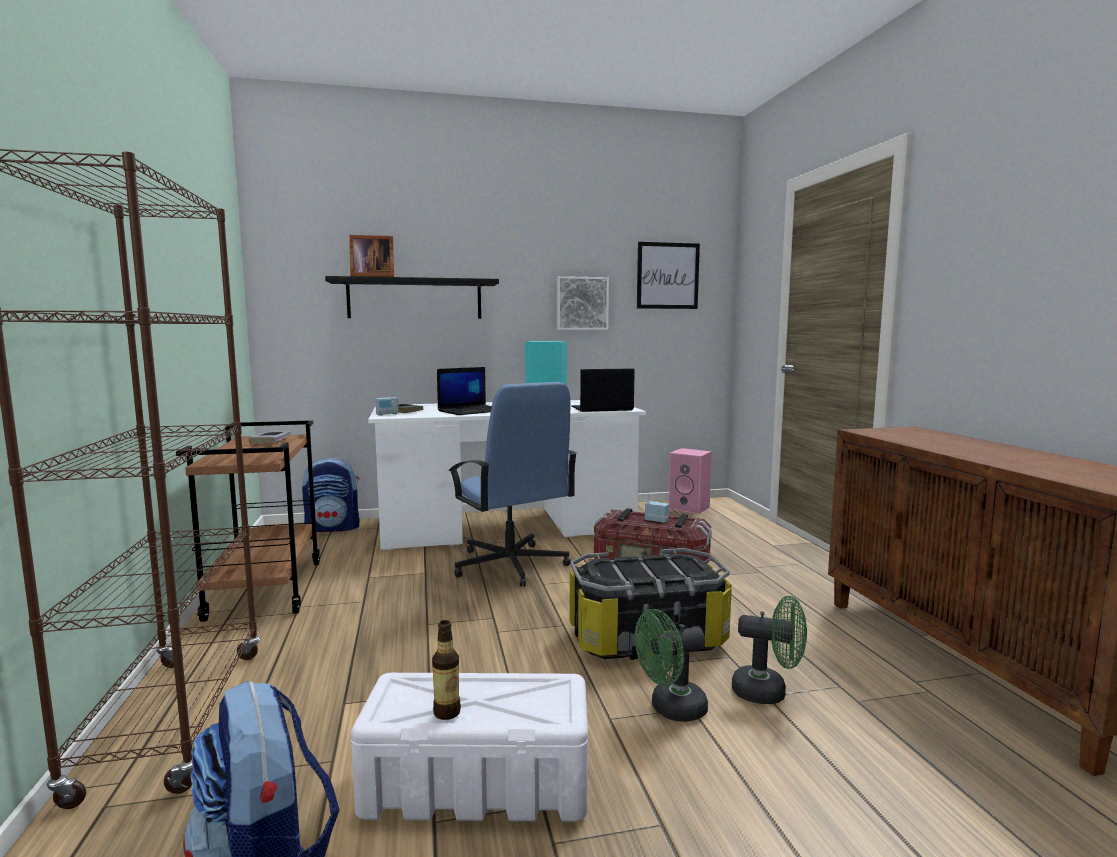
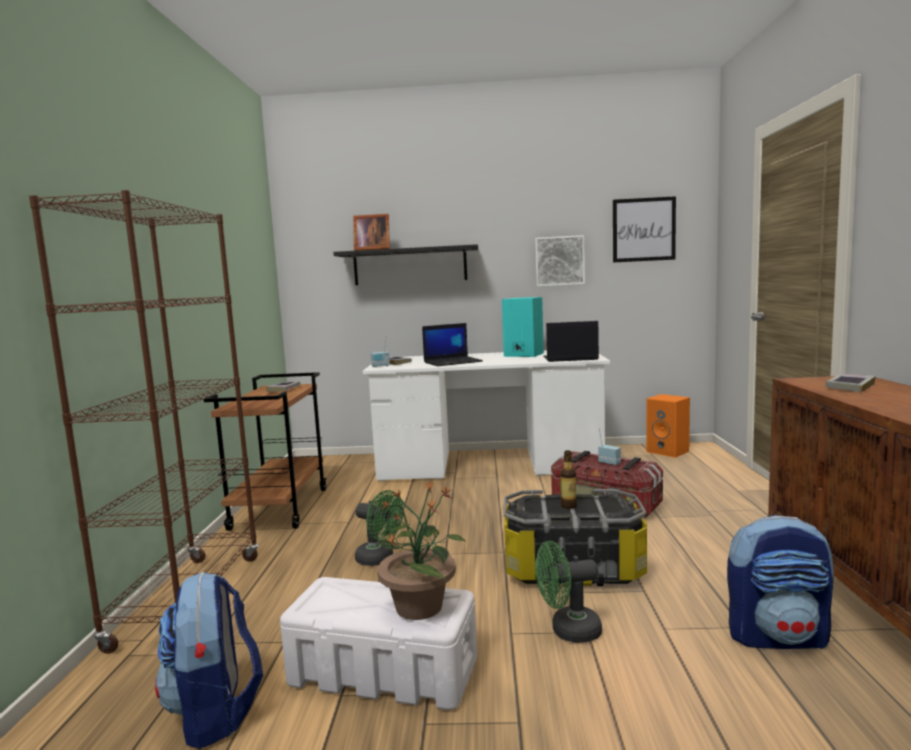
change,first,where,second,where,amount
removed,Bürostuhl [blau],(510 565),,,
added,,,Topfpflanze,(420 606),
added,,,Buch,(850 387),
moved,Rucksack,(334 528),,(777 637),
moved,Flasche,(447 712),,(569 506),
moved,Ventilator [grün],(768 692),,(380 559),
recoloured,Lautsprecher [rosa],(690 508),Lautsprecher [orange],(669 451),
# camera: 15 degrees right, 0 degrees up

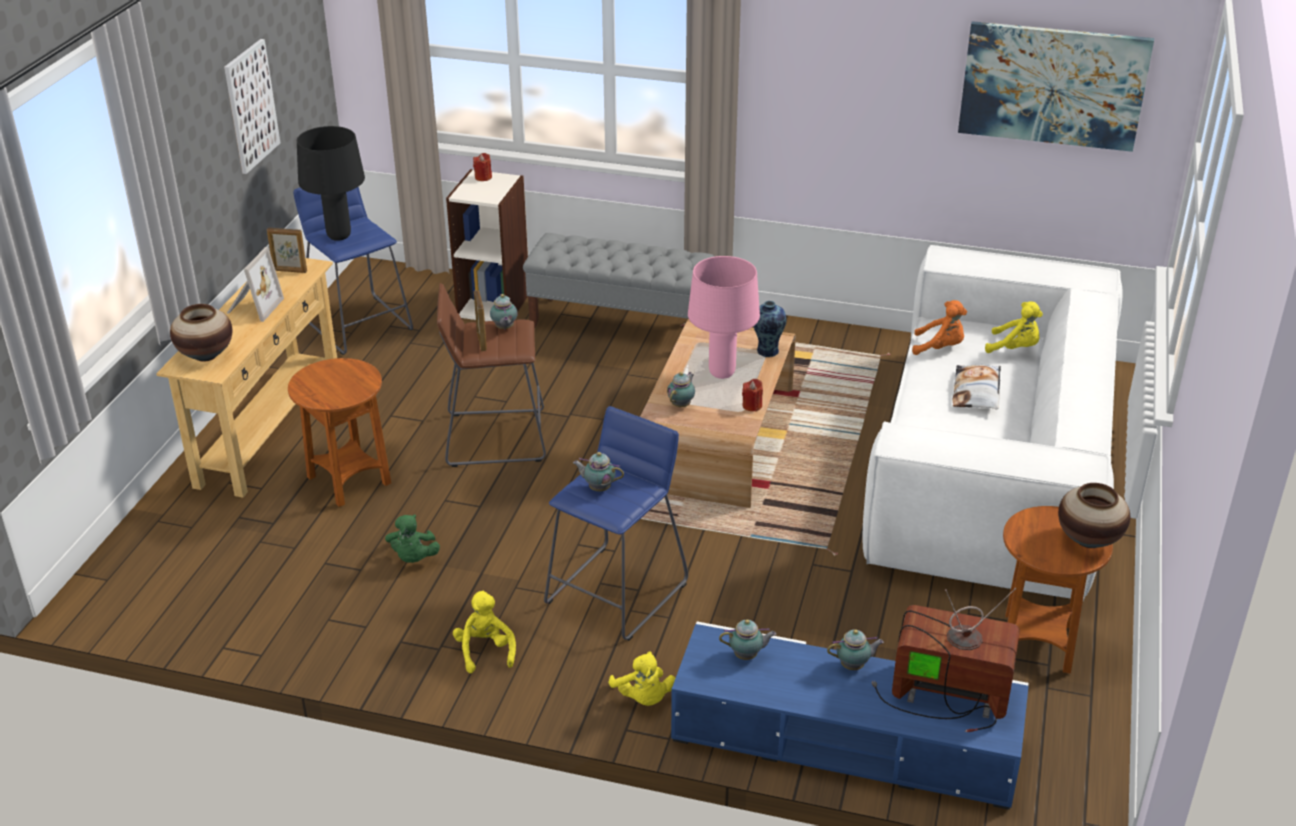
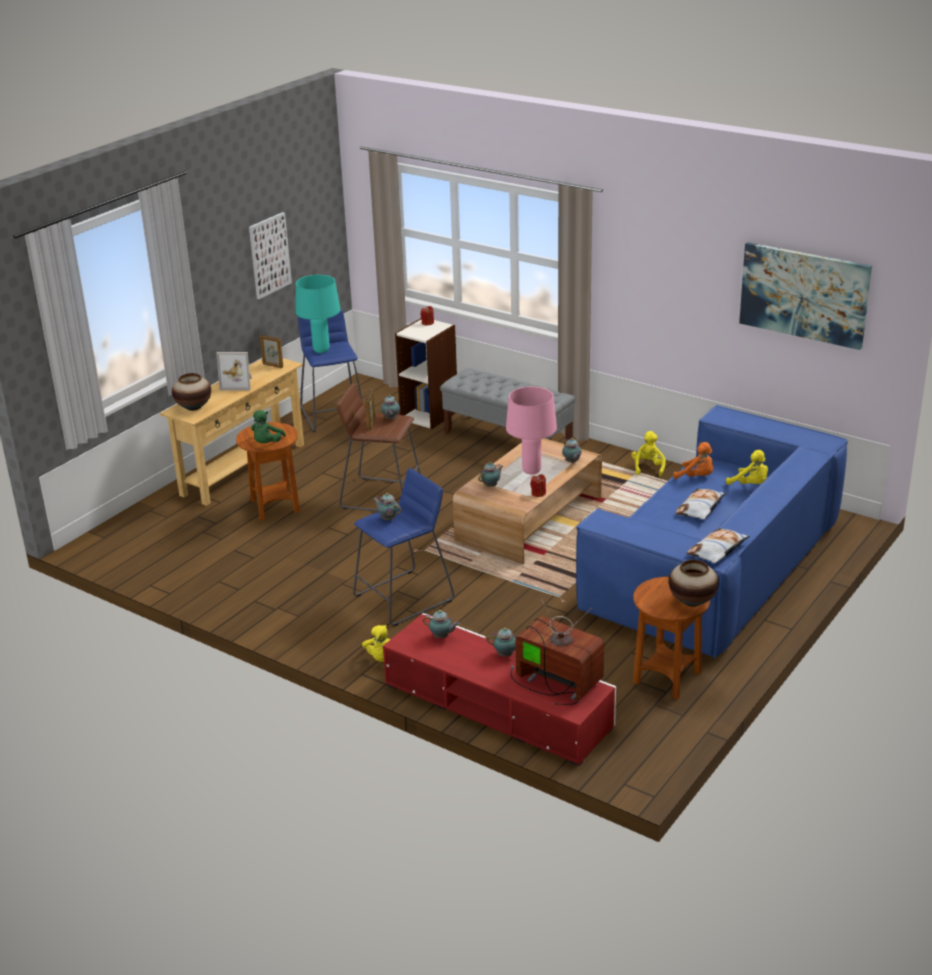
change,first,where,second,where,amount
added,,,Kissen,(718 550),
moved,Plüschtier [grün],(413 558),,(267 443),
moved,Plüschtier [gelb],(485 651),,(648 468),
replaced,Vase,(767 351),Teekanne,(572 462),
recoloured,Tischlampe [schwarz],(339 236),Tischlampe [türkis],(321 350),
recoloured,Fernsehschrank [blau],(845 738),Fernsehschrank [rot],(497 706),
recoloured,Sofa [weiß],(990 466),Sofa [blau],(712 567),
turned,Bilderrahmen,(253 307),,(238 383),60 degrees clockwise
# camera: 20 degrees right, 5 degrees down

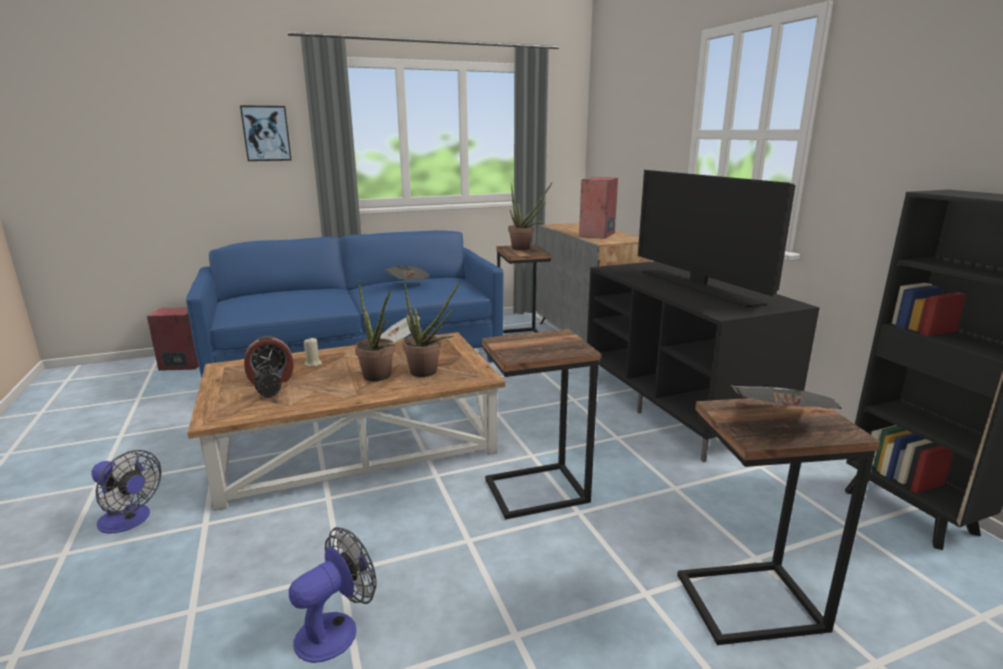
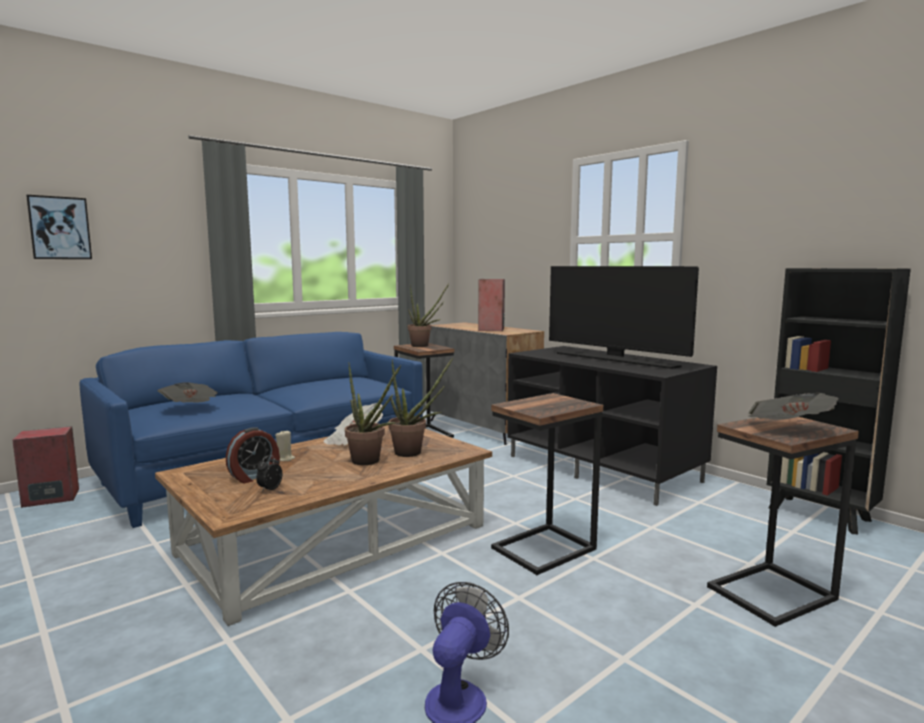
change,first,where,second,where,amount
removed,Ventilator,(129 521),,,
moved,Bild,(266 133),,(59 228),
moved,Zeitung,(409 286),,(191 408),
# camera: 20 degrees left, 10 degrees down

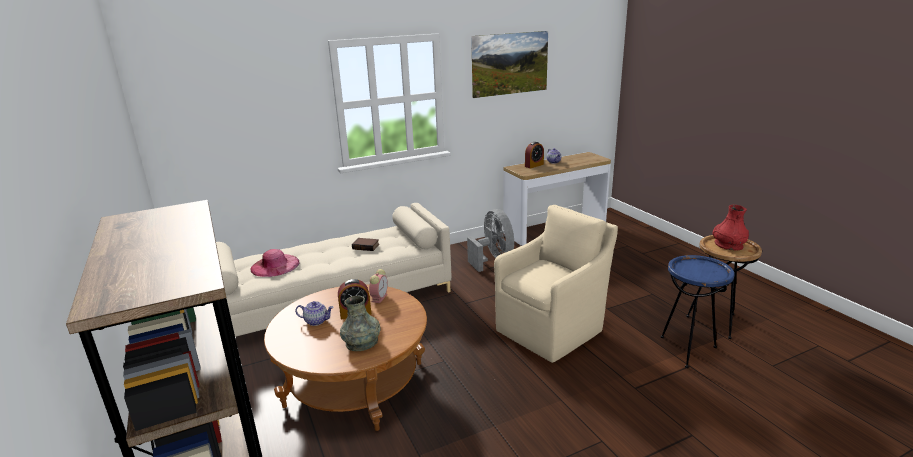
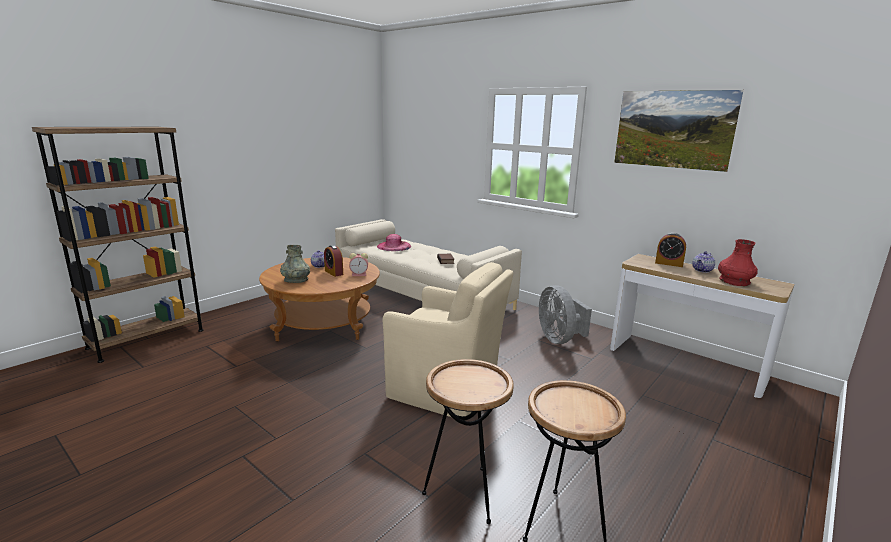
change,first,where,second,where,amount
moved,Vase [rot],(728 245),,(734 281),
recoloured,Beistelltisch [blau],(687 350),Beistelltisch [braun],(465 494),
turned,Ventilator [grau],(493 259),,(559 339),120 degrees clockwise
# camera: 65 degrees right, 5 degrees down

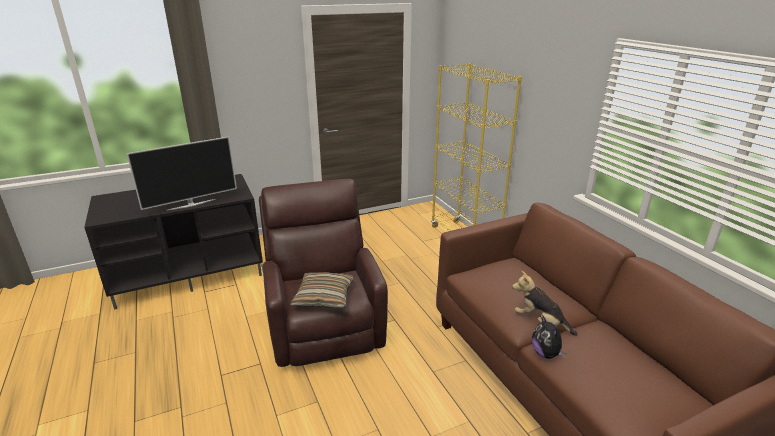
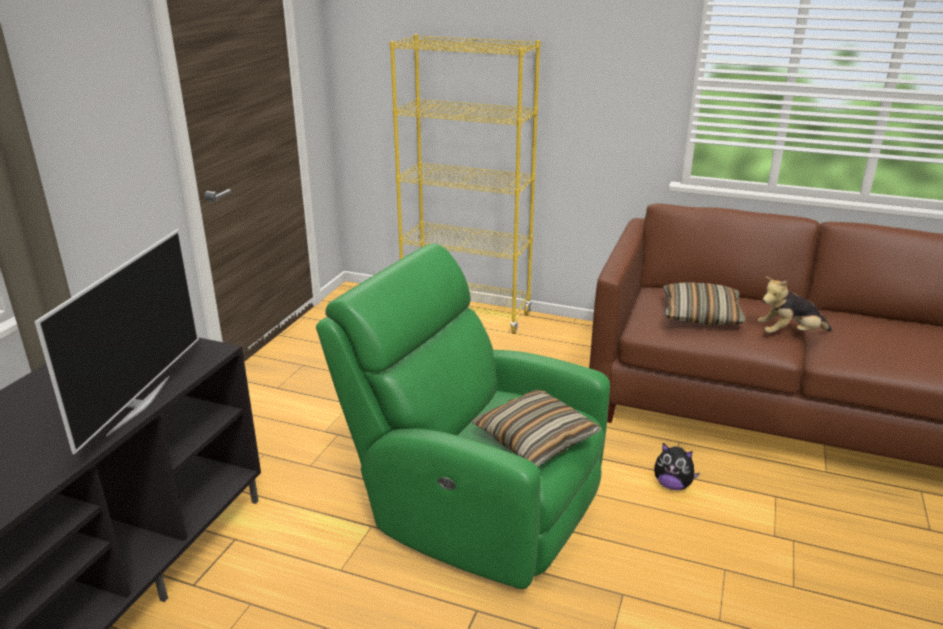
change,first,where,second,where,amount
added,,,Kissen,(700 315),
moved,Plüschtier,(546 354),,(672 485),
recoloured,Sessel [braun],(324 325),Sessel [grün],(475 505),
# camera: 45 degrees left, 0 degrees up

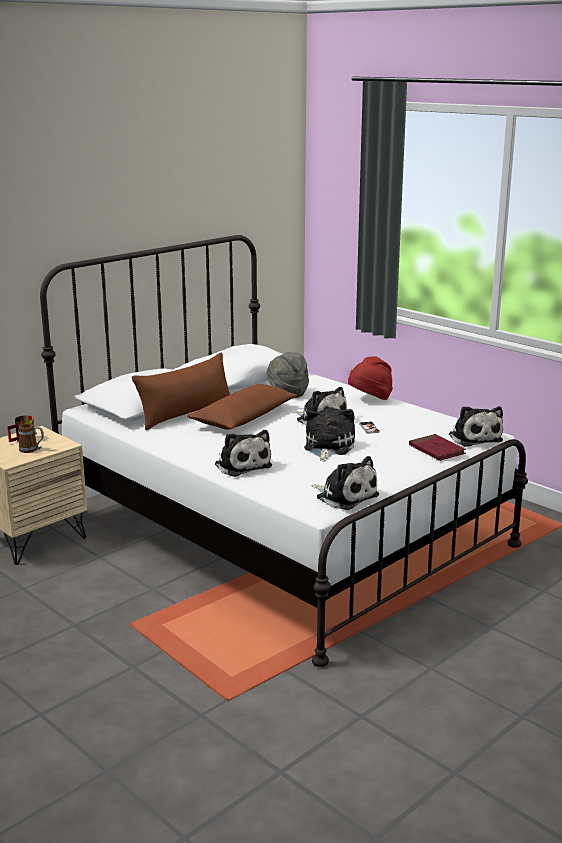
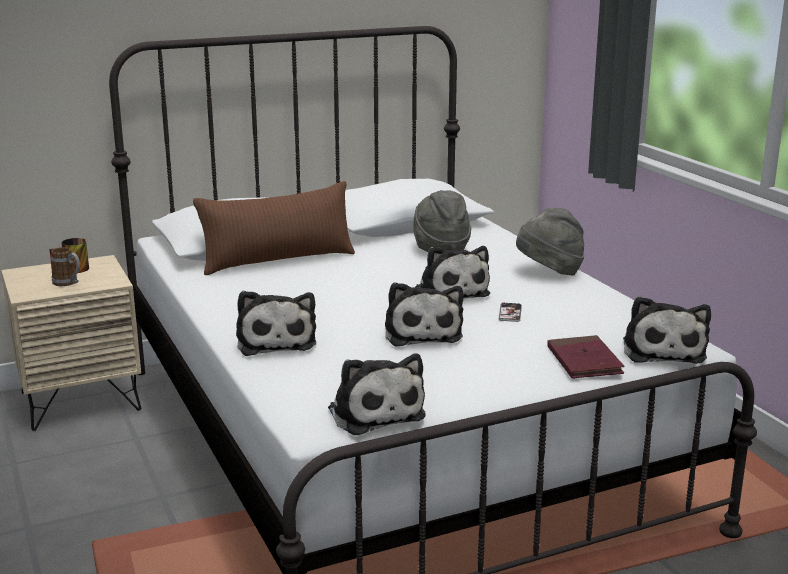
change,first,where,second,where,amount
removed,Kissen [braun],(244 418),,,
recoloured,Hut [rot],(370 399),Hut [grau],(549 272),
turned,Plüschtier,(327 447),,(422 332),135 degrees clockwise
# camera: 20 degrees right, 0 degrees up

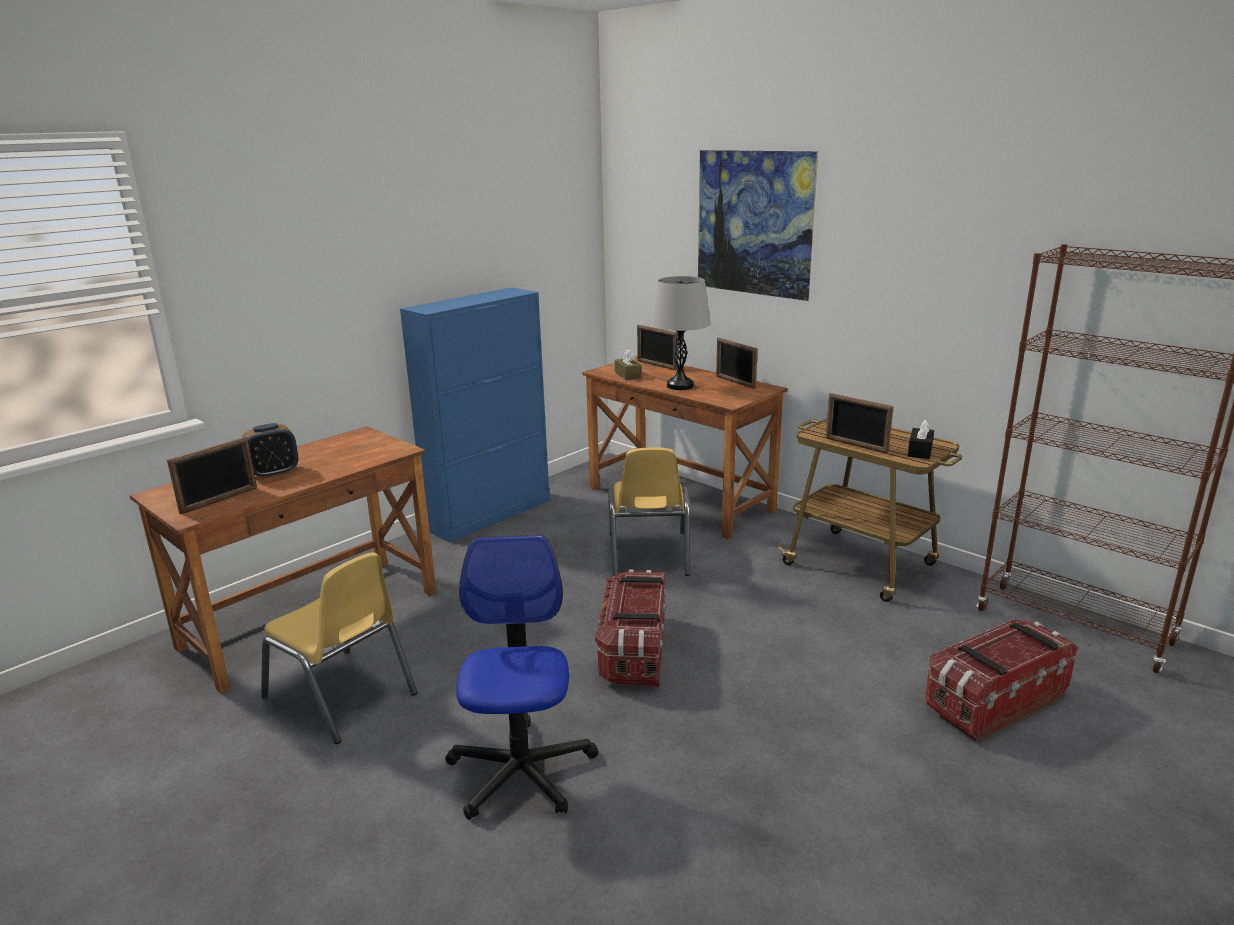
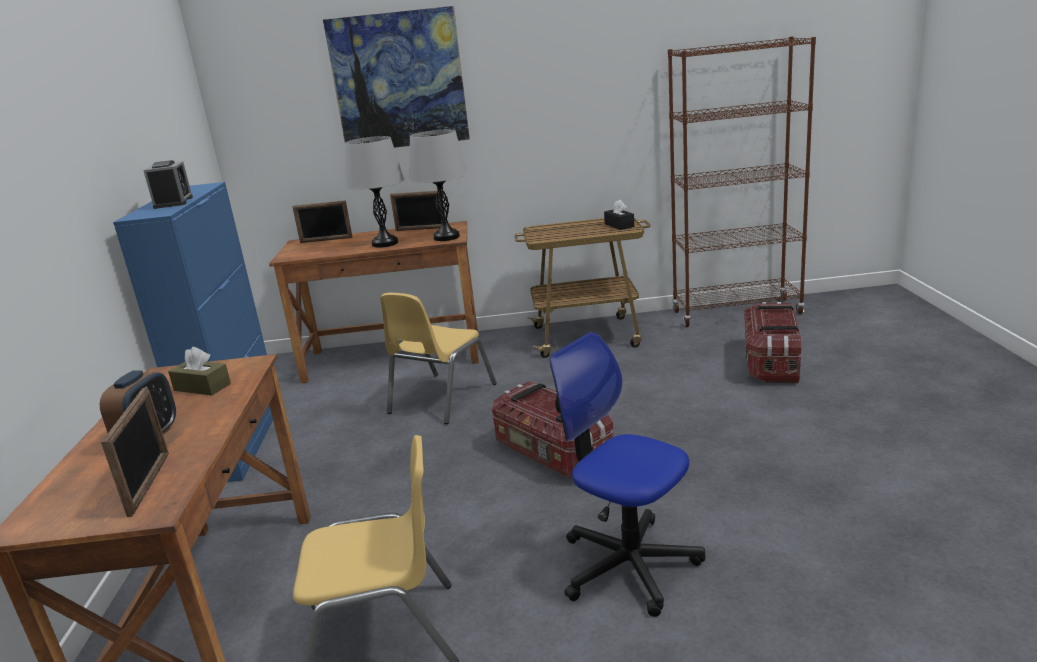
change,first,where,second,where,amount
removed,Bilderrahmen,(856 445),,,
added,,,Wecker,(173 202),
added,,,Tischlampe [grau],(446 237),
moved,Taschentuchbox [braun],(627 375),,(202 387),
turned,Stuhl [gelb],(648 554),,(441 398),75 degrees clockwise
# camera: 45 degrees left, 0 degrees up

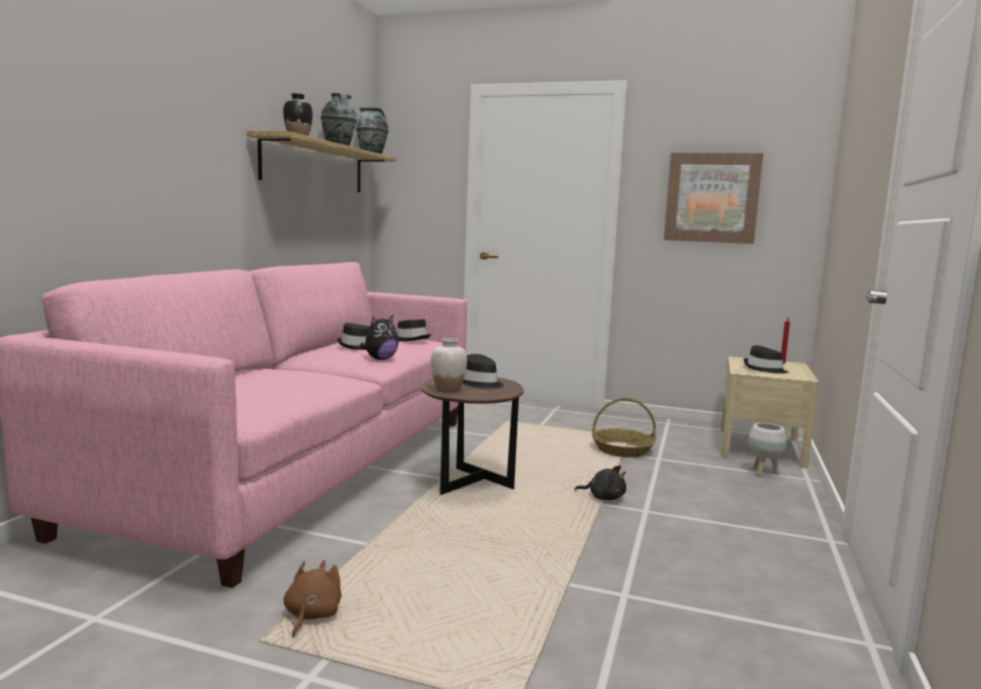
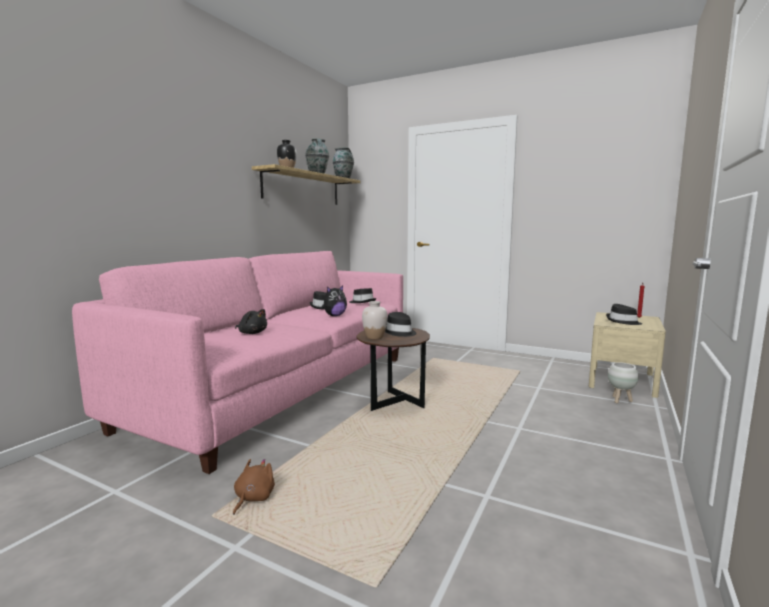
change,first,where,second,where,amount
removed,Korb,(623 450),,,
removed,Bild,(712 198),,,
moved,Plüschtier [schwarz],(604 497),,(252 333),
# camera: 10 degrees right, 0 degrees up

